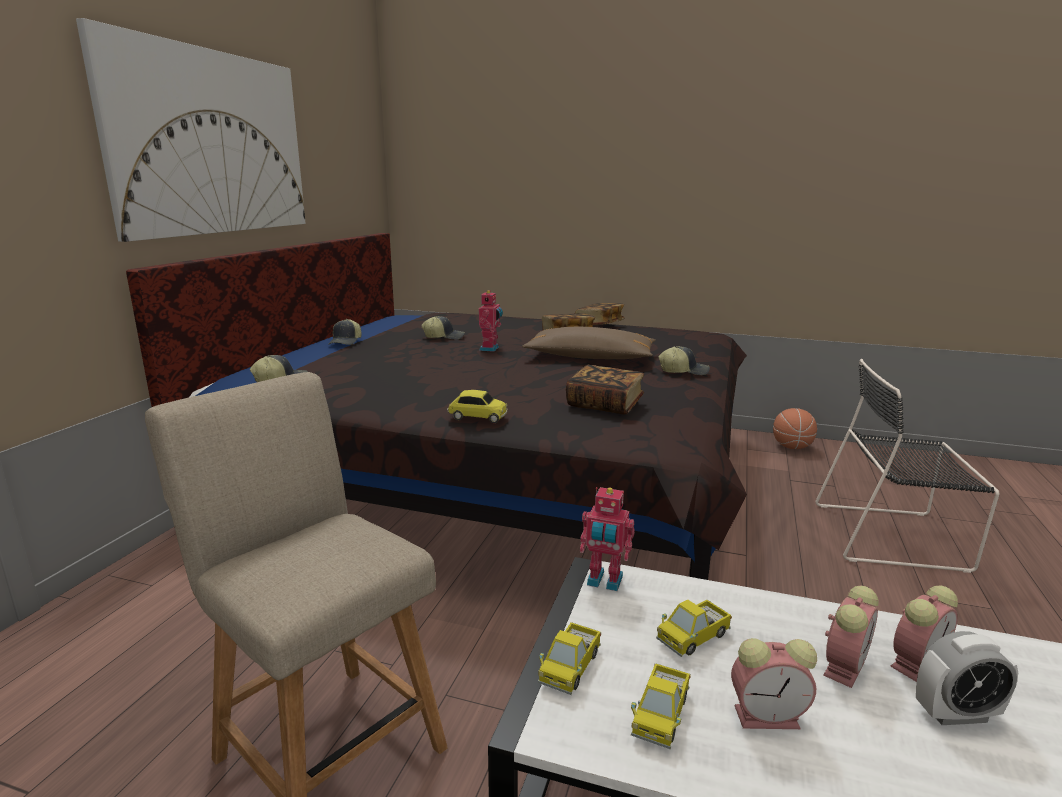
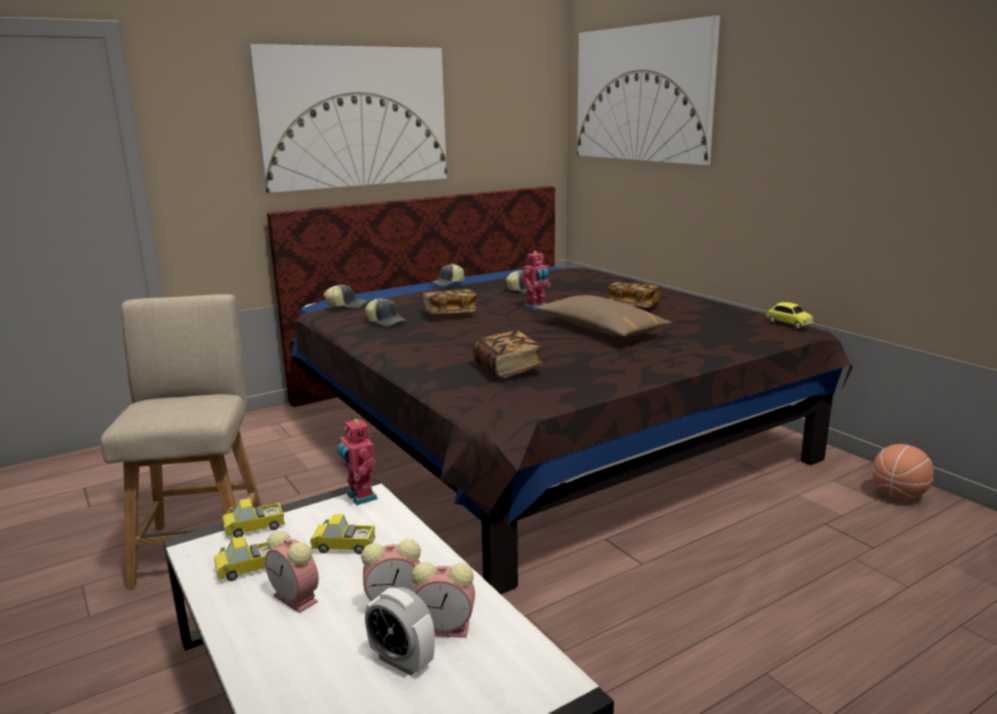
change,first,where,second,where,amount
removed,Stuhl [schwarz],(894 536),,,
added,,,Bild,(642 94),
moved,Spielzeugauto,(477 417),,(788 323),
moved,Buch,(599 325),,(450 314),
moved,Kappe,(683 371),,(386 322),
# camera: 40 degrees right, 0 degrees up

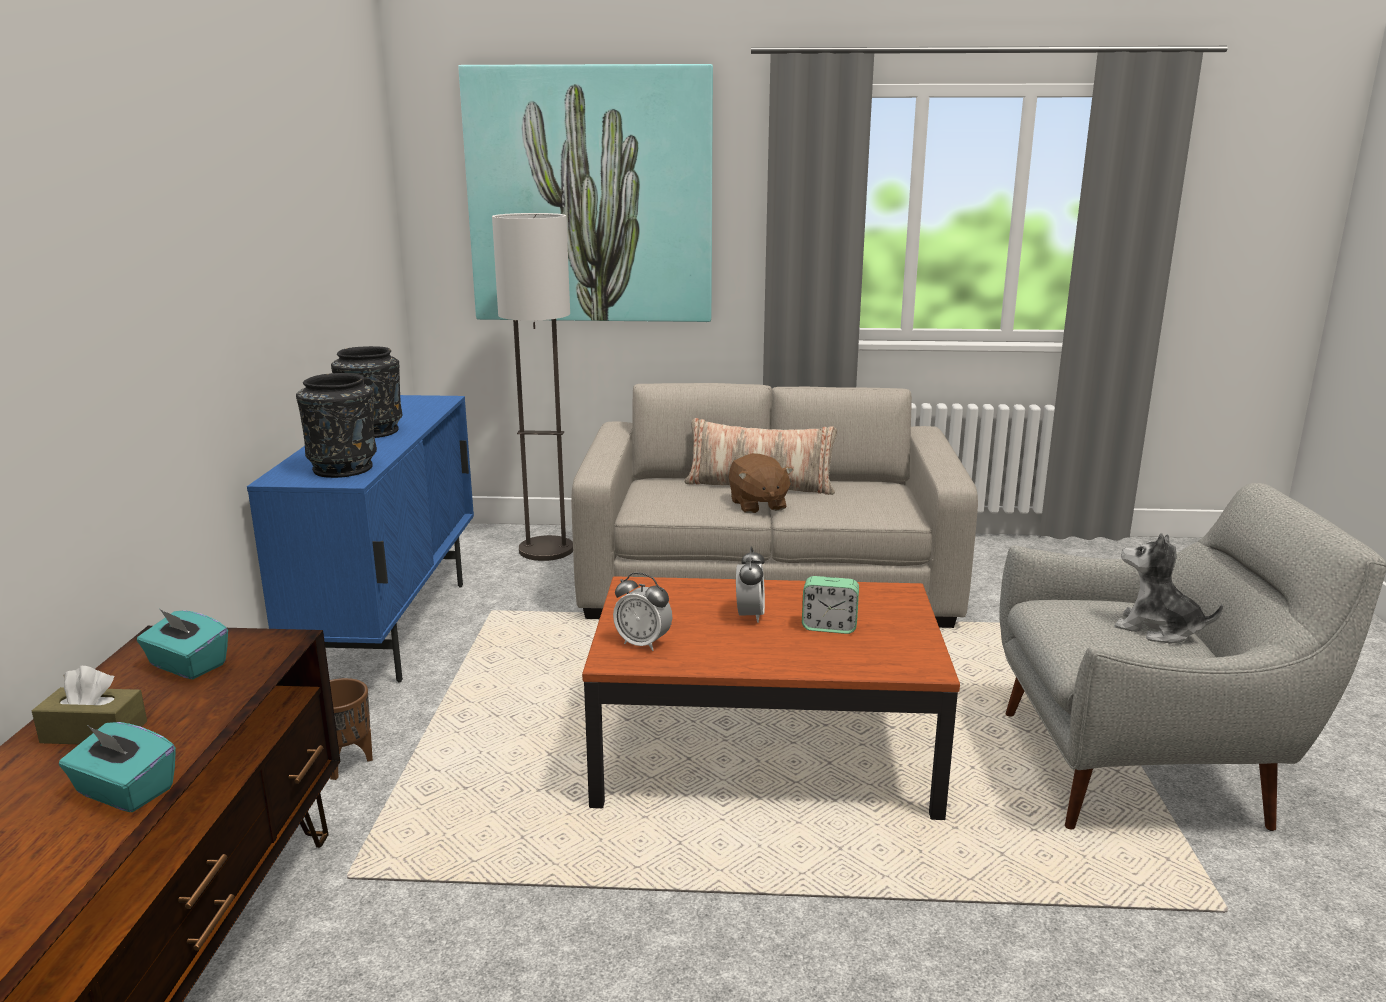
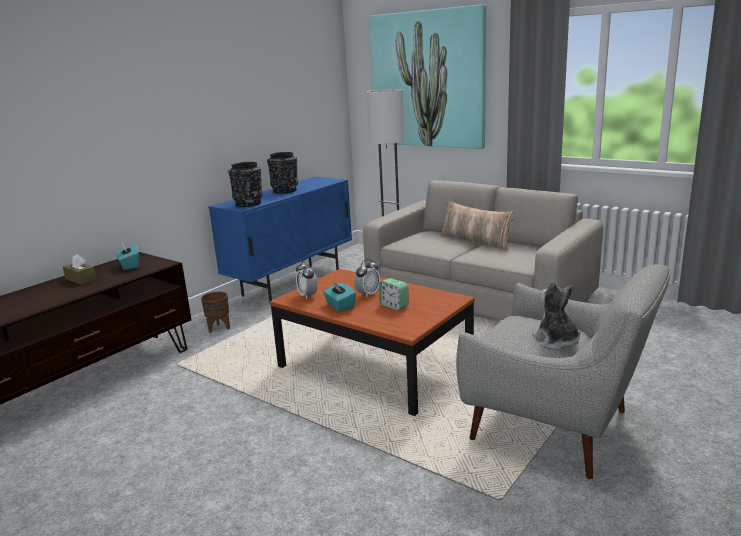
change,first,where,second,where,amount
removed,Plüschtier [braun],(757 505),,,
moved,Taschentuchbox [türkis],(124 792),,(340 306),
# camera: 35 degrees right, 0 degrees up

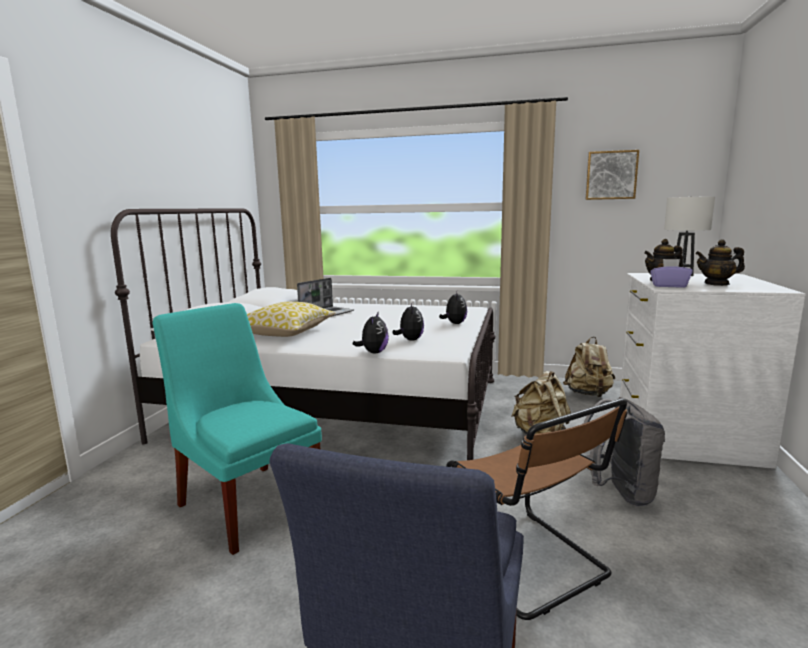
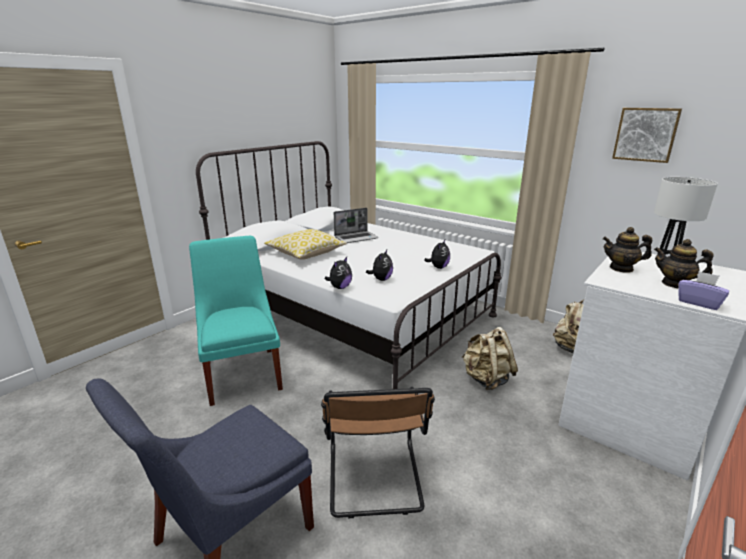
change,first,where,second,where,amount
removed,Rucksack [grau],(618 493),,,
moved,Taschentuchbox [lila],(669 286),,(698 302),
# camera: 25 degrees right, 10 degrees up

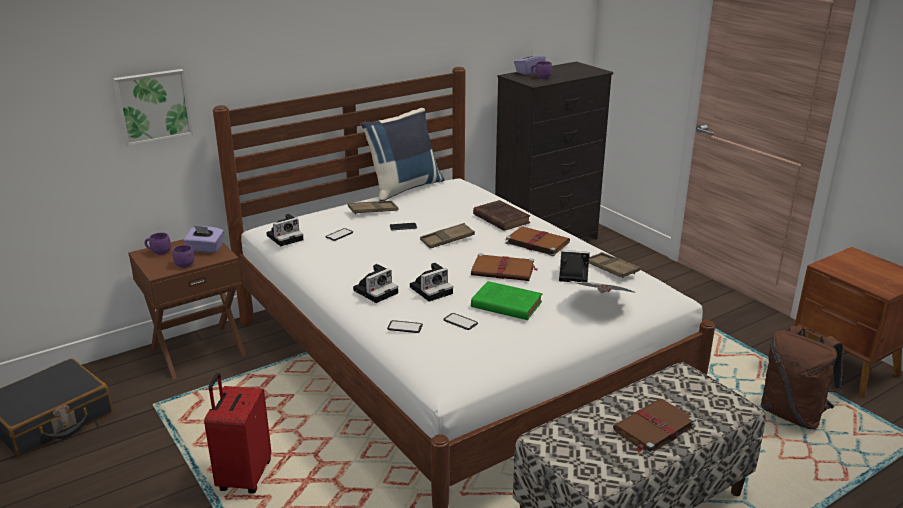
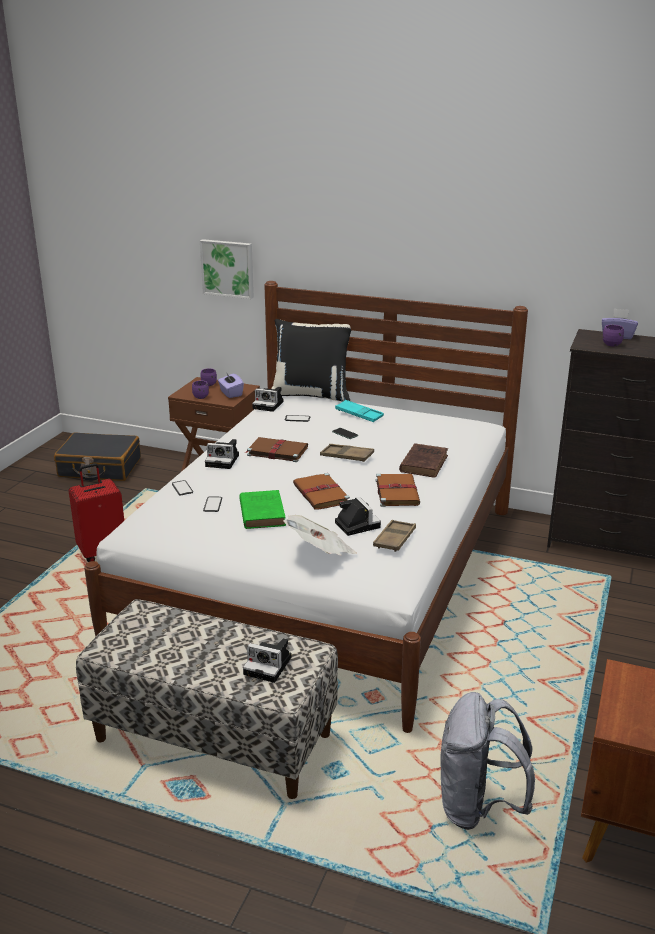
change,first,where,second,where,amount
removed,Kissen [blau],(404 188),,,
added,,,Kissen [schwarz],(311 395),
moved,Kamera,(432 289),,(269 666),
moved,Buch [braun],(653 428),,(276 451),
recoloured,Tablett [braun],(373 210),Tablett [türkis],(359 414),
recoloured,Rucksack [braun],(793 414),Rucksack [grau],(478 807),
# camera: 55 degrees right, 0 degrees up

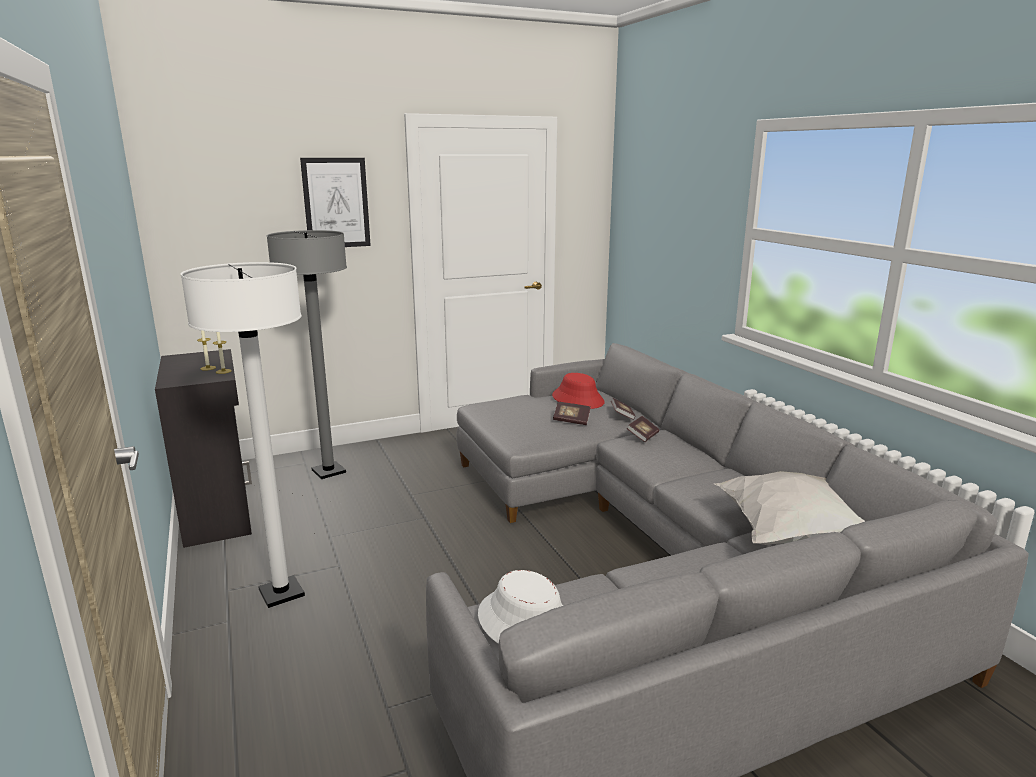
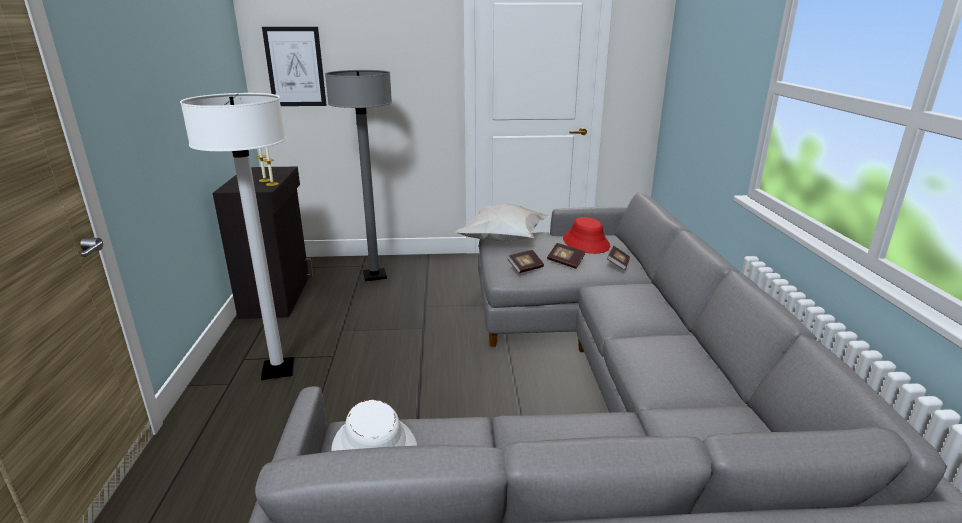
change,first,where,second,where,amount
moved,Bild,(336 203),,(295 67),
moved,Buch,(643 436),,(525 268),
moved,Kissen [weiß],(789 534),,(504 240),
# camera: 20 degrees right, 5 degrees up

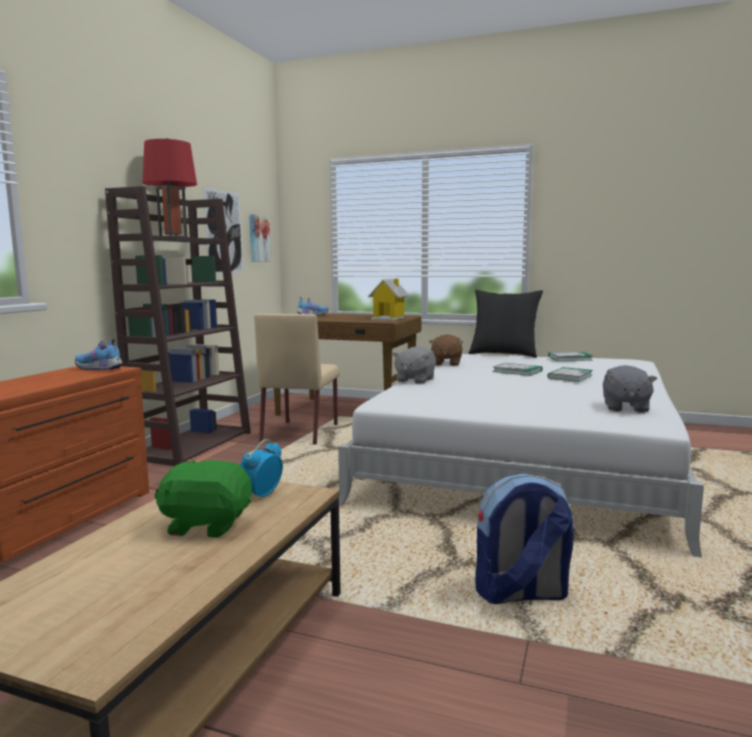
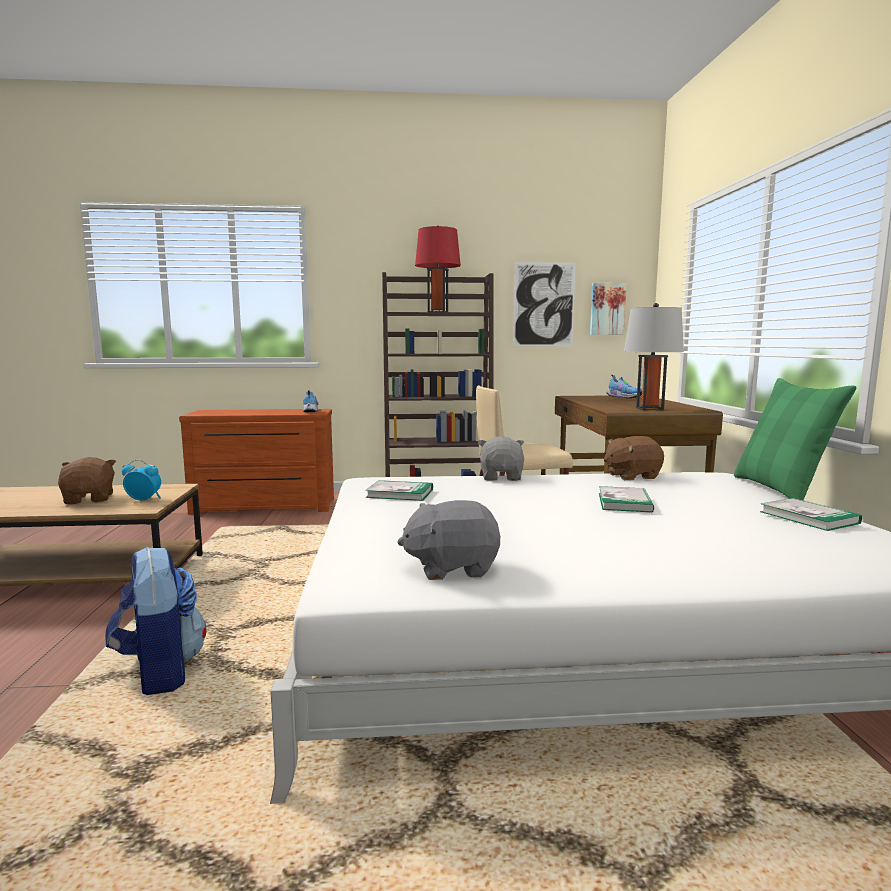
change,first,where,second,where,amount
moved,Buch,(570 376),,(400 493),
replaced,Spielzeughaus,(389 318),Tischlampe [grau],(649 409),
recoloured,Plüschtier [grün],(207 525),Plüschtier [braun],(90 499),
recoloured,Kissen [schwarz],(503 354),Kissen [grün],(780 489),
turned,Plüschtier [grau],(414 380),,(501 477),90 degrees clockwise
# camera: 65 degrees right, 0 degrees up

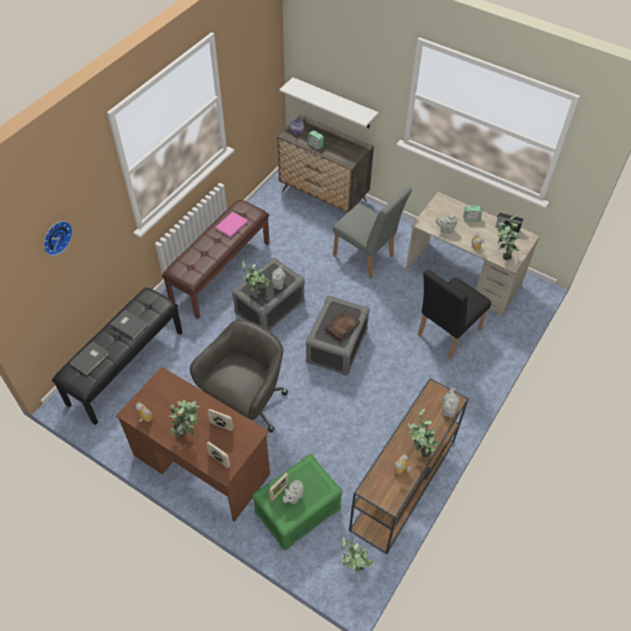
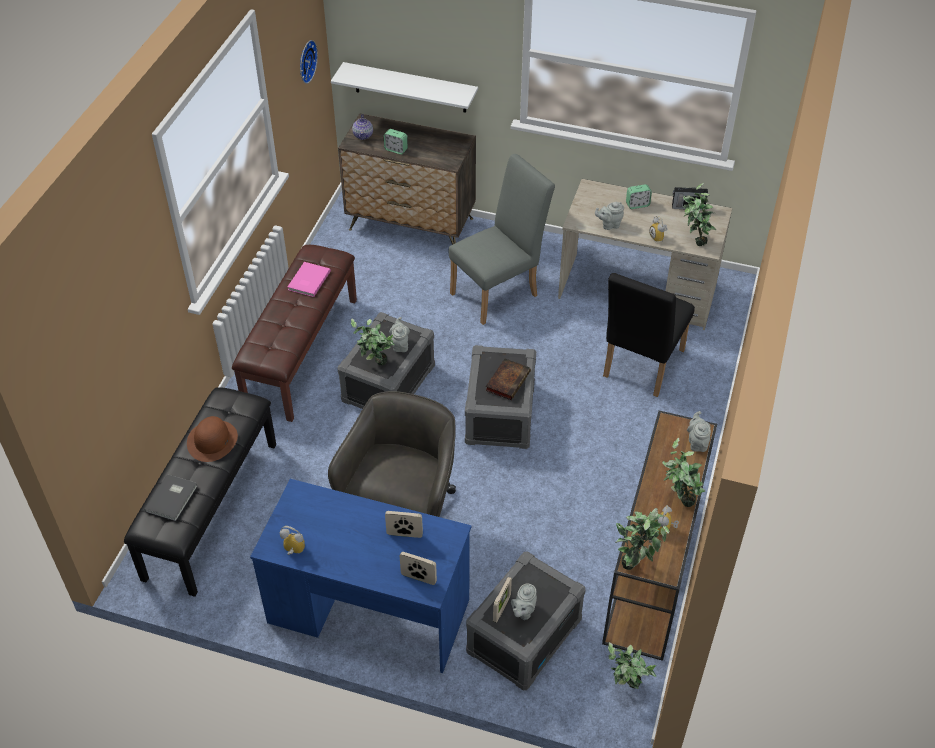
change,first,where,second,where,amount
moved,Wanduhr,(55 237),,(305 61),
moved,Topfpflanze,(188 432),,(636 561),
replaced,Buch [grau],(129 324),Hut [braun],(212 440),
recoloured,Schreibtisch [braun],(201 464),Schreibtisch [blau],(368 611),
recoloured,Aufbewahrungsbox [grün],(298 509),Aufbewahrungsbox [grau],(524 635),
turned,Stuhl [grau],(367 257),,(499 292),60 degrees counterclockwise
# camera: 15 degrees left, 5 degrees down

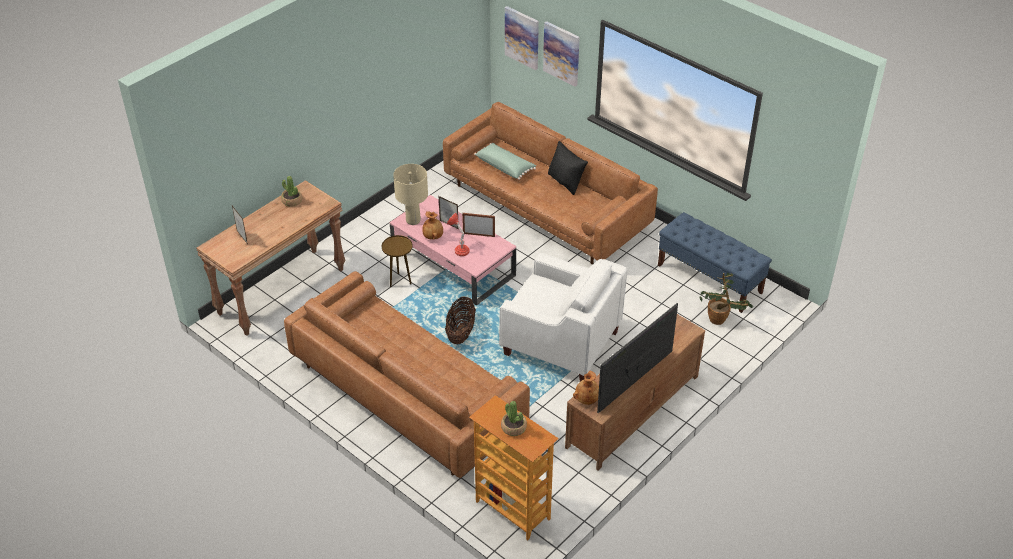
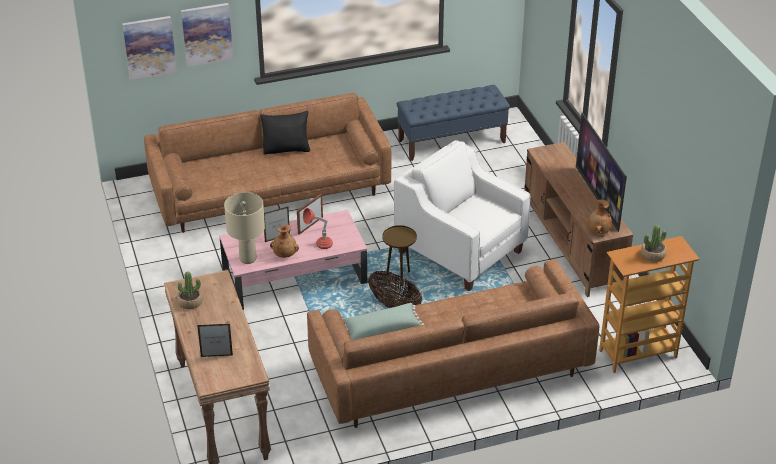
change,first,where,second,where,amount
removed,Topfpflanze,(720 321),,,
moved,Beistelltisch [braun],(399 281),,(399 278),
moved,Kissen [grün],(505 166),,(381 330),
turned,Sessel [weiß],(560 343),,(460 251),105 degrees counterclockwise
# camera: 60 degrees left, 5 degrees down

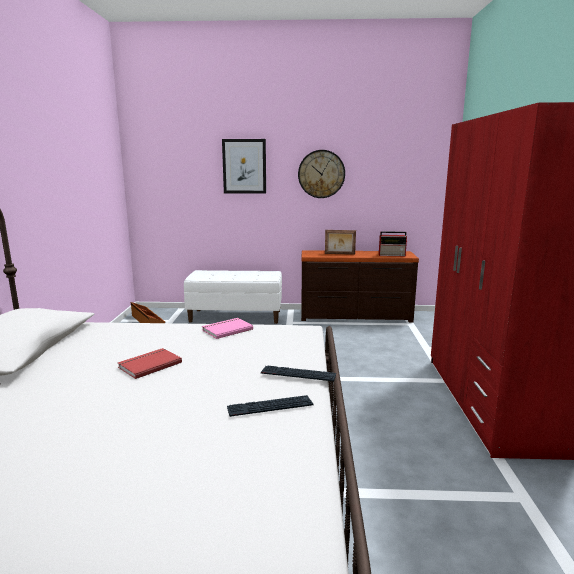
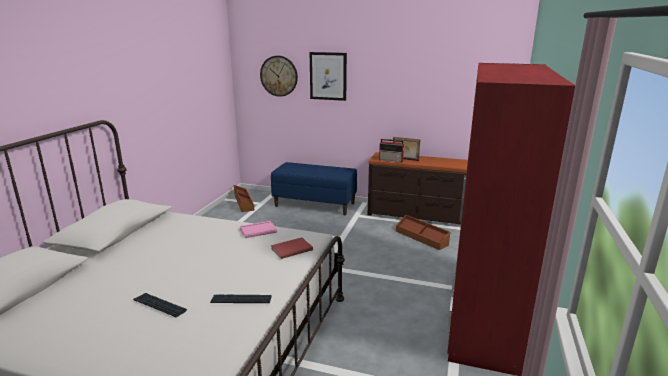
change,first,where,second,where,amount
added,,,Aufbewahrungsbox [braun],(422 237),
moved,Buch [rot],(149 364),,(291 249),
moved,Tastatur,(298 375),,(159 305),
moved,Wanduhr,(321 174),,(279 76),
moved,Radio,(392 255),,(391 160),
recoloured,Bank [weiß],(236 316),Bank [blau],(315 204),
# camera: 15 degrees right, 5 degrees up

